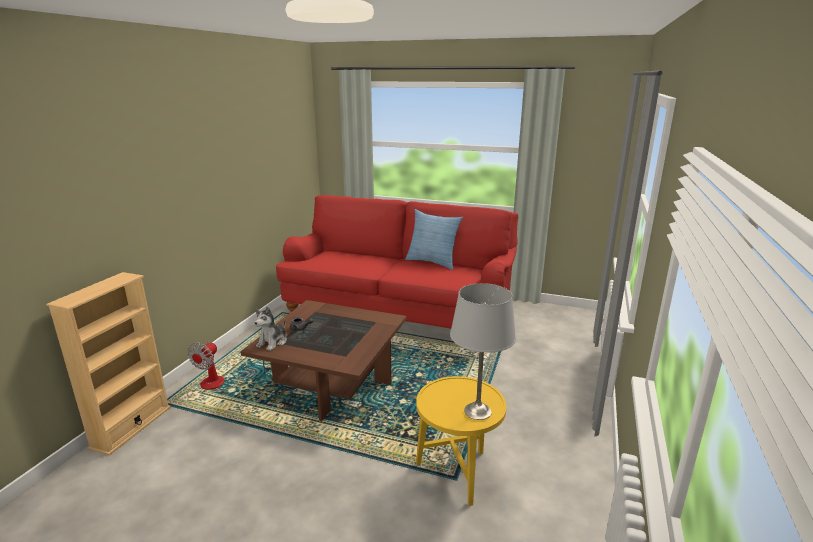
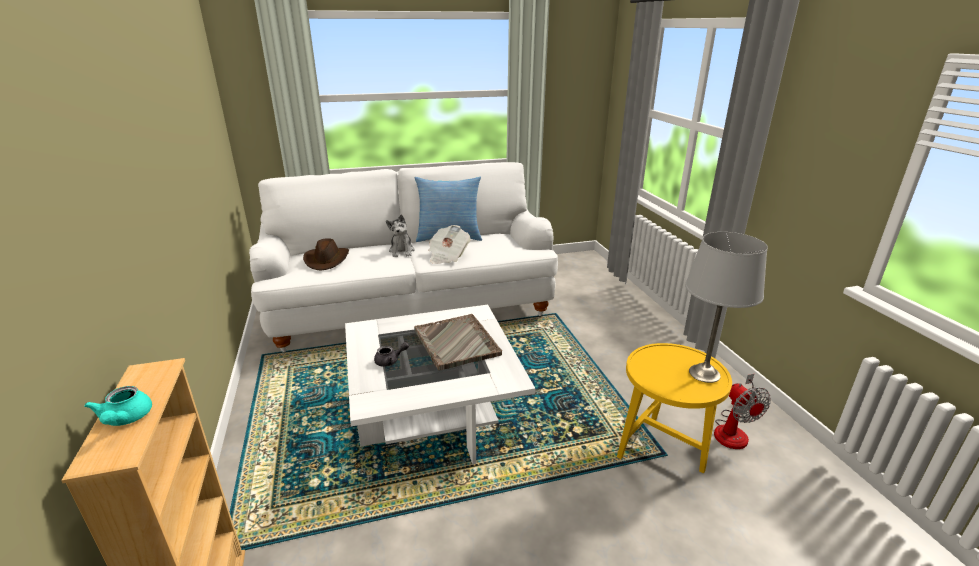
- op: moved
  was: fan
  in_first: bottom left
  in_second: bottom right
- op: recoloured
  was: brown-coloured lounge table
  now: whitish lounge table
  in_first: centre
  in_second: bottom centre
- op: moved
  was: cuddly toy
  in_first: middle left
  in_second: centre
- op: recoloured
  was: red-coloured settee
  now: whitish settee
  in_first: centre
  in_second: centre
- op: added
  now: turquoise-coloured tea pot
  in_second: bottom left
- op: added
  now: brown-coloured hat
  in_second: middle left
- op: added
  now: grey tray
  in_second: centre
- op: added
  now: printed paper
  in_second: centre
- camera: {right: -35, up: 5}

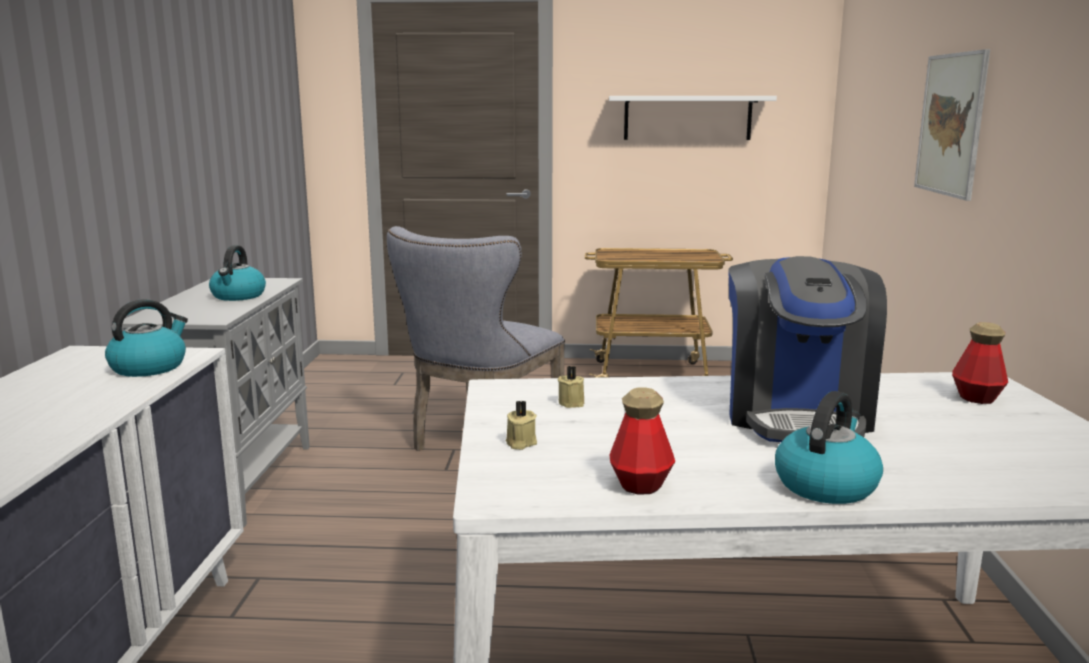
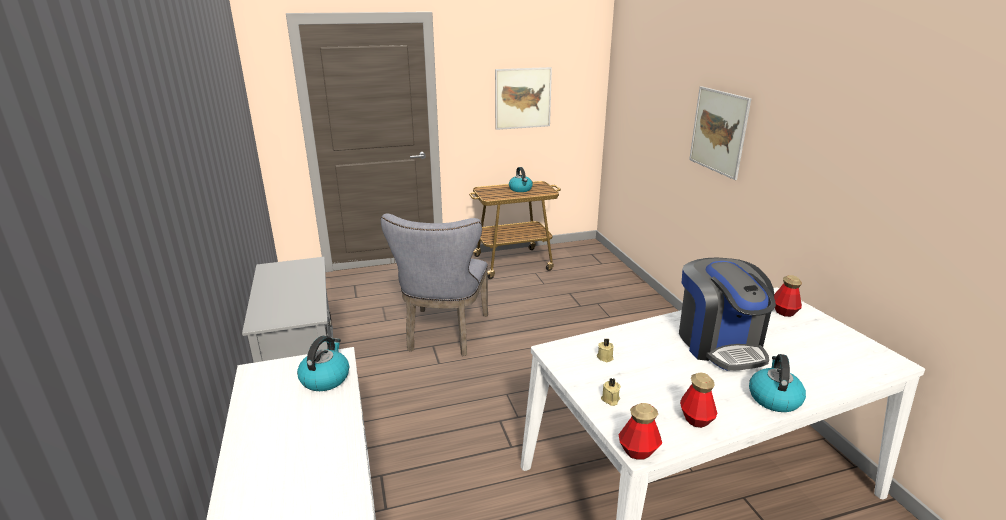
- op: moved
  was: kettle (2nd from left)
  in_first: middle left
  in_second: centre
- op: replaced
  was: whitish wall shelf
  now: wall picture (1st from left)
  in_first: top centre
  in_second: top centre
- op: added
  now: bottle (1st from left)
  in_second: bottom centre
- camera: {right: -20, up: 10}

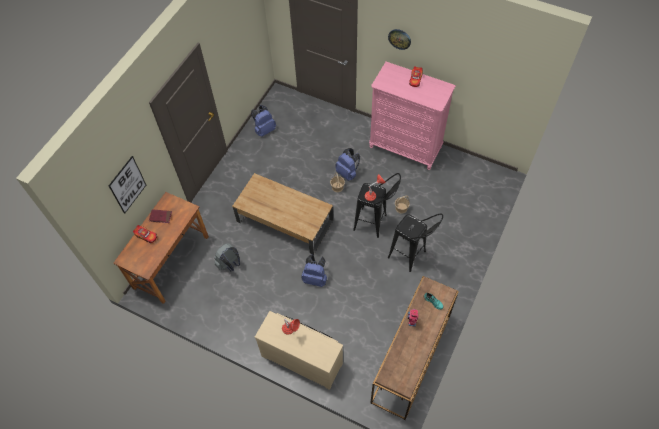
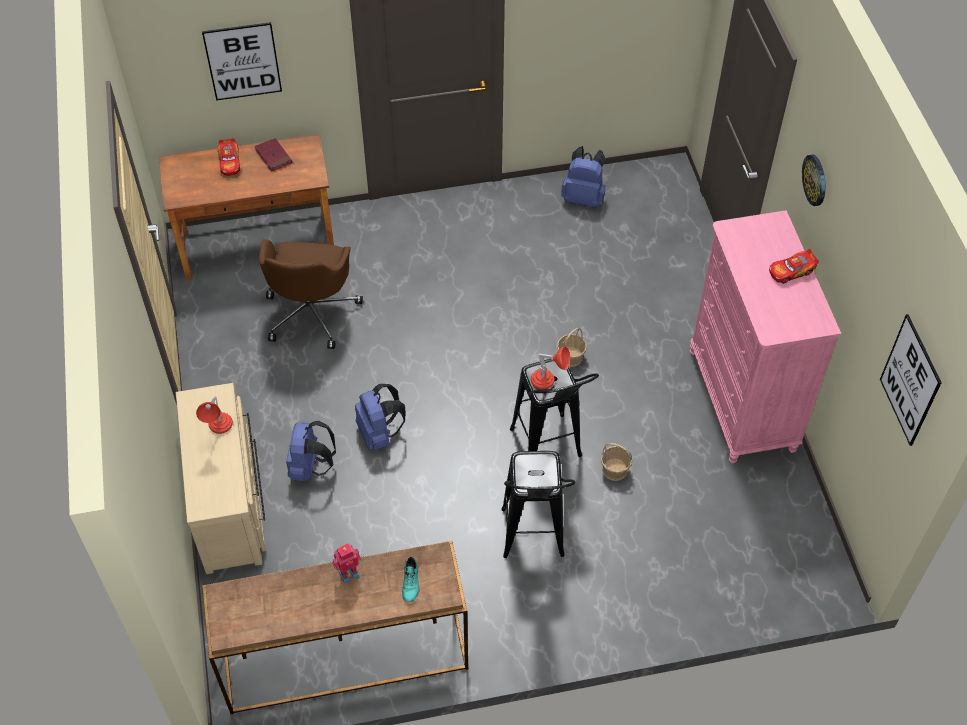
- op: replaced
  was: grey backpack
  now: brown-coloured office chair
  in_first: centre
  in_second: middle left
- op: removed
  was: brown-coloured lounge table
  in_first: centre
- op: moved
  was: blue-coloured backpack (3rd from left in the first image)
  now: blue-coloured backpack (1st from left)
  in_first: centre
  in_second: middle left
- op: added
  now: wall picture (2nd from left)
  in_second: middle right
- camera: {right: 50, up: -5}

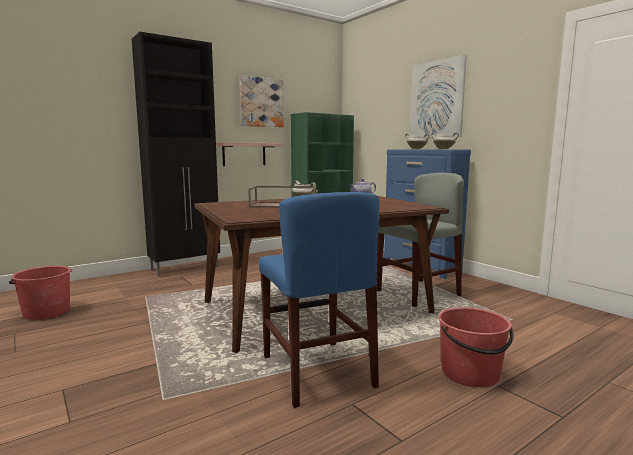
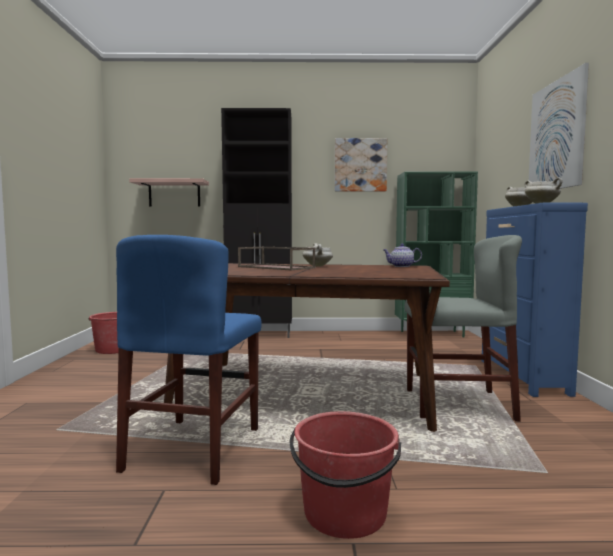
- op: moved
  was: wall shelf
  in_first: centre
  in_second: middle left
- camera: {right: 35, up: -5}

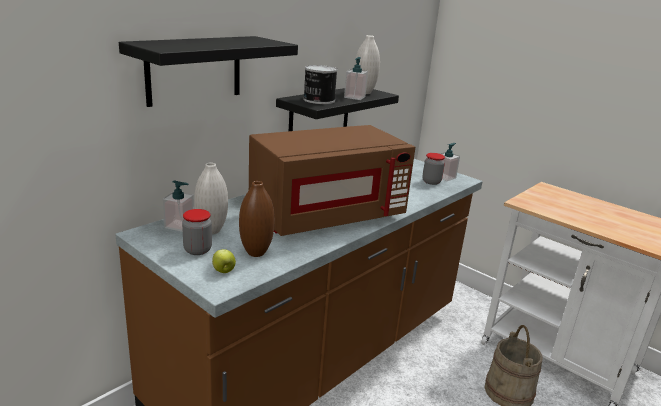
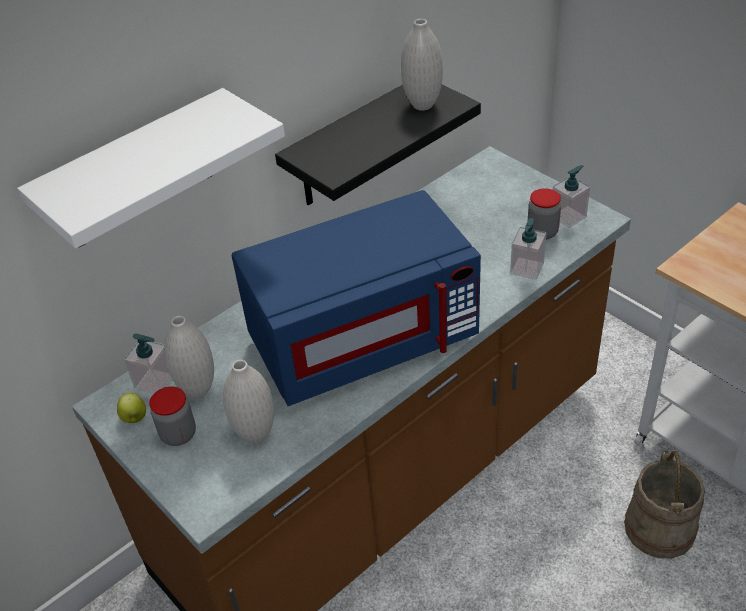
- op: recoloured
  was: blackish wall shelf (1st from left)
  now: whitish wall shelf
  in_first: top left
  in_second: top left
- op: moved
  was: apple fruit
  in_first: centre
  in_second: bottom left
- op: recoloured
  was: brown-coloured vase
  now: whitish vase (2nd from left)
  in_first: centre
  in_second: middle left
- op: recoloured
  was: brown-coloured microwave oven
  now: blue-coloured microwave oven
  in_first: centre
  in_second: centre
- op: removed
  was: can
  in_first: top centre
- op: moved
  was: liquid soap bottle (2nd from left)
  in_first: top centre
  in_second: middle right
- camera: {right: 10, up: 20}

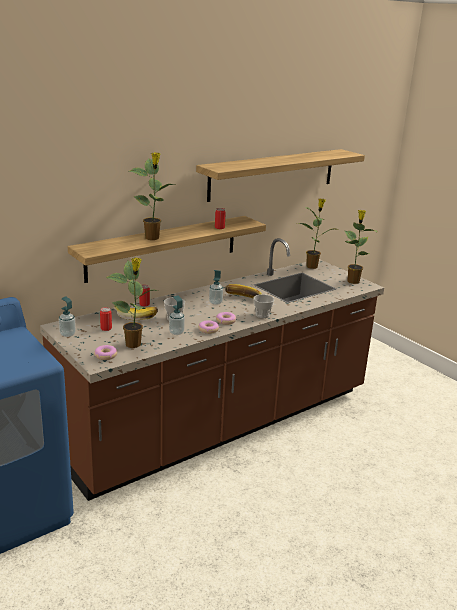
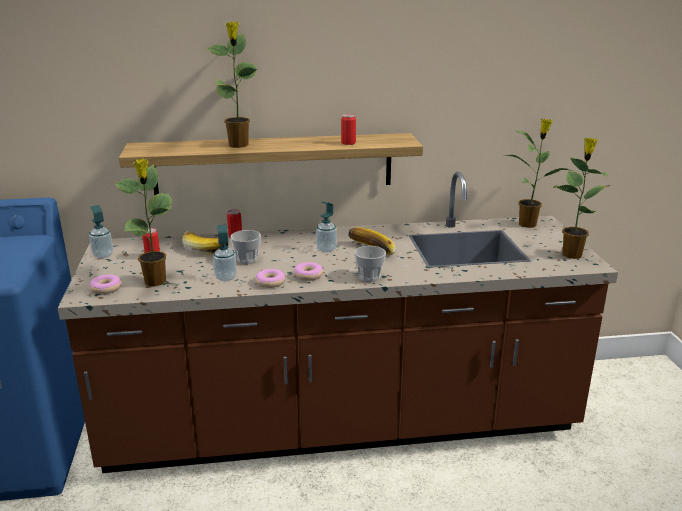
- op: removed
  was: wall shelf (2nd from left)
  in_first: top centre
- camera: {right: 30, up: 0}

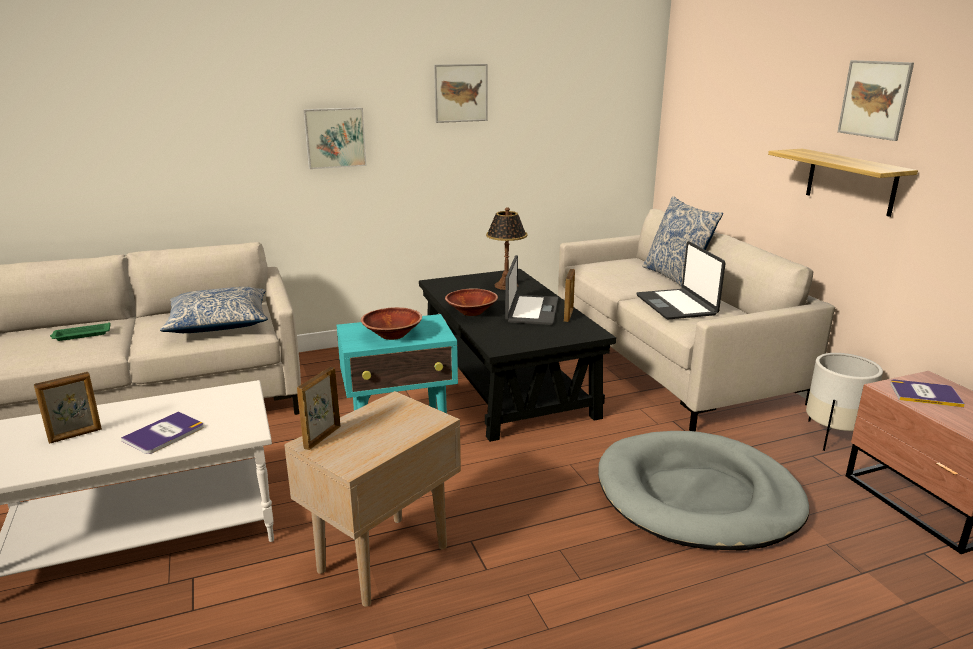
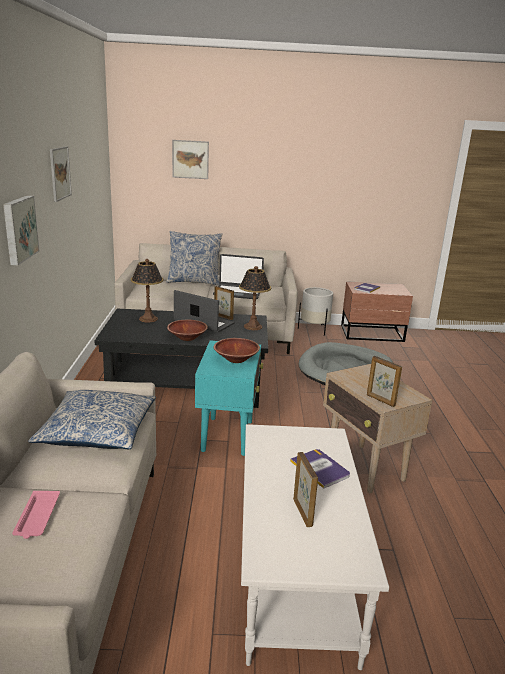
- op: recoloured
  was: green tray
  now: pinkish tray
  in_first: middle left
  in_second: bottom left
- op: removed
  was: wall shelf
  in_first: top right
- op: moved
  was: wall picture (3rd from left)
  in_first: top right
  in_second: top centre
- op: added
  now: lamp for a table (2nd from left)
  in_second: centre
- camera: {right: -70, up: 0}

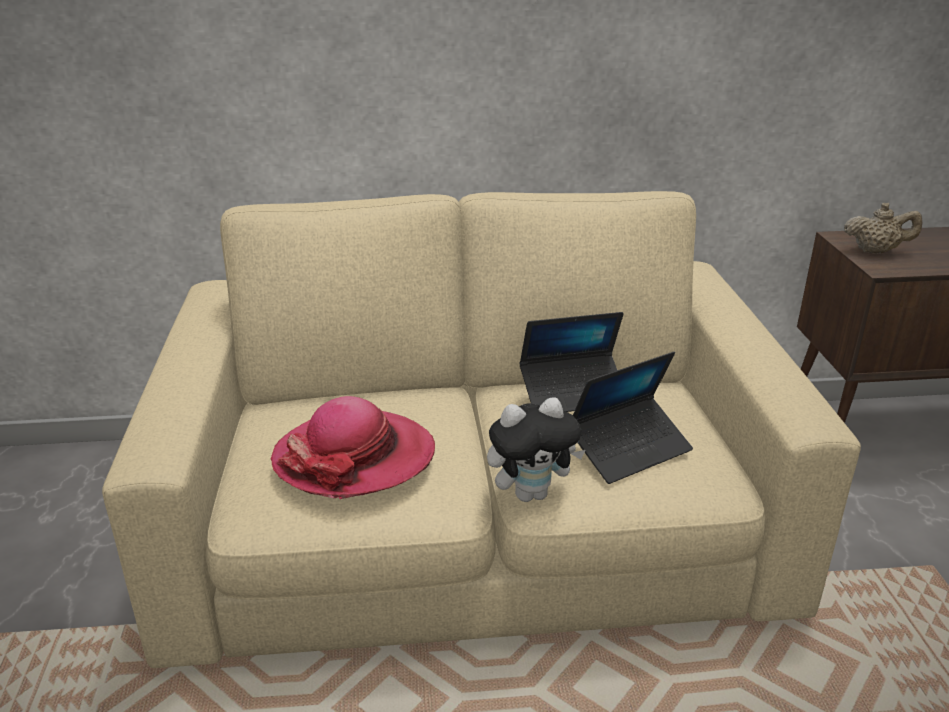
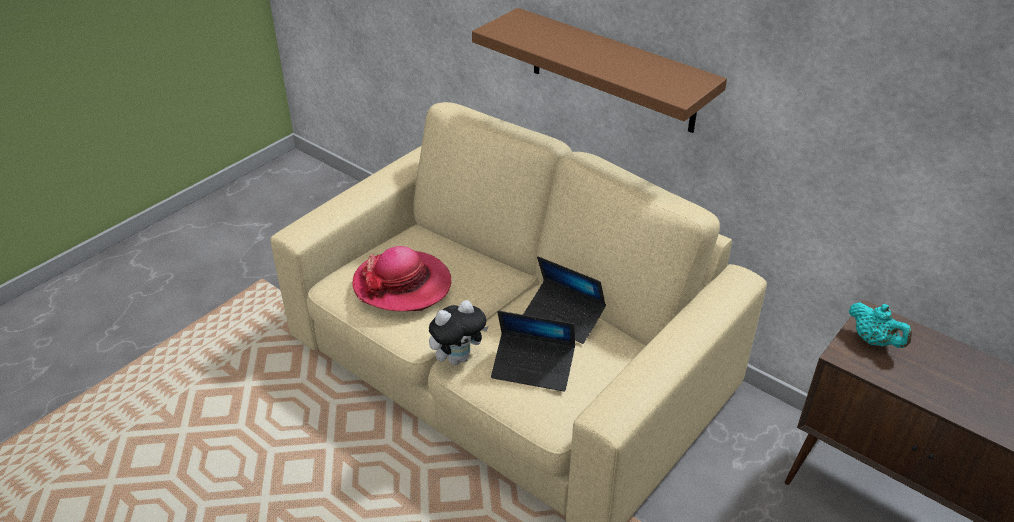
- op: turned
  was: cuddly toy
  in_first: centre
  in_second: centre
  clockwise: -60
- op: recoloured
  was: sand-coloured tea pot
  now: turquoise-coloured tea pot
  in_first: top right
  in_second: middle right
- op: added
  now: brown-coloured wall shelf
  in_second: top centre
- camera: {right: 45, up: 10}

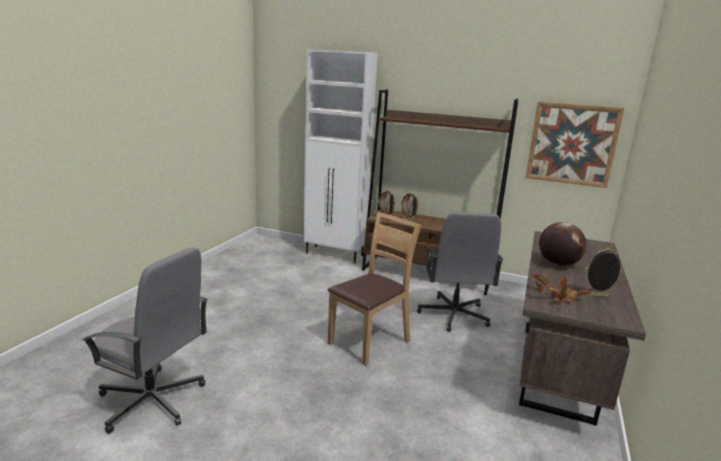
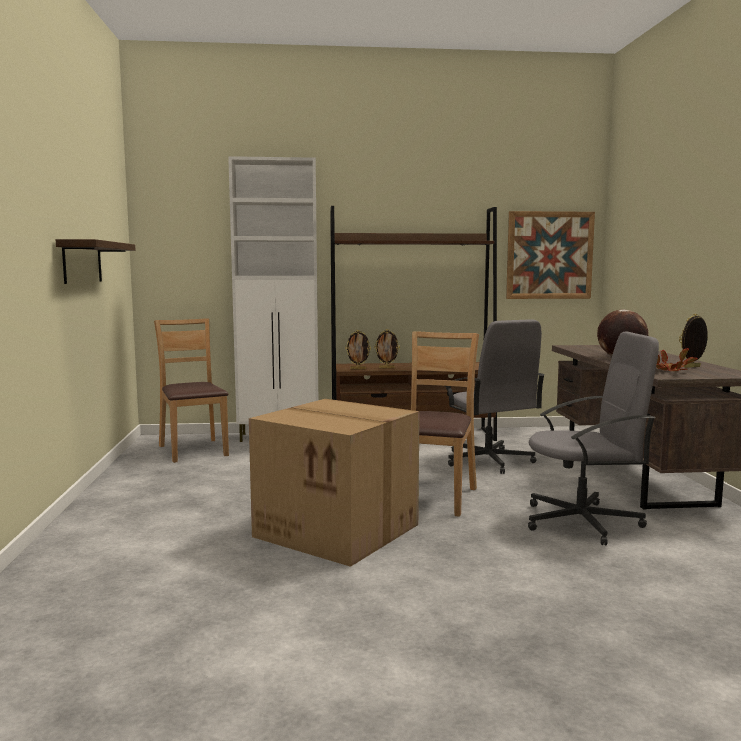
- op: moved
  was: grey office chair (1st from left in the first image)
  now: grey office chair (2nd from left)
  in_first: bottom left
  in_second: middle right
- op: added
  now: wall shelf
  in_second: middle left
- op: added
  now: brown-coloured chair (1st from left)
  in_second: middle left
- op: added
  now: packing box
  in_second: centre
- camera: {right: -25, up: -10}

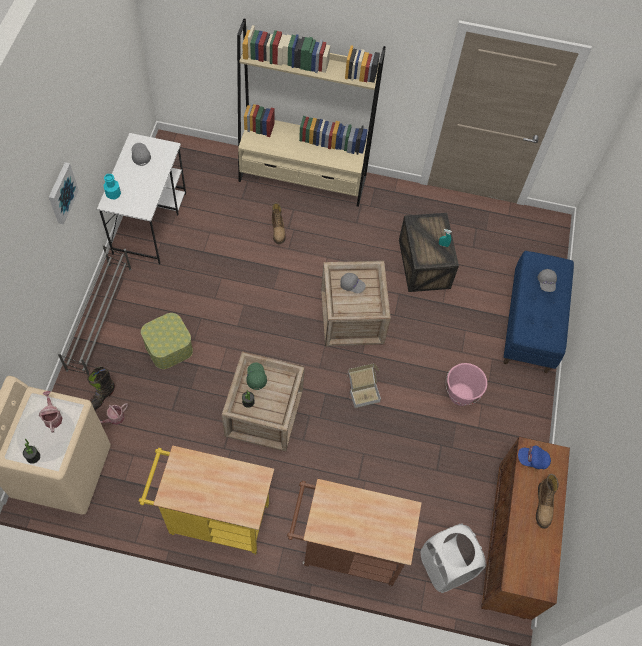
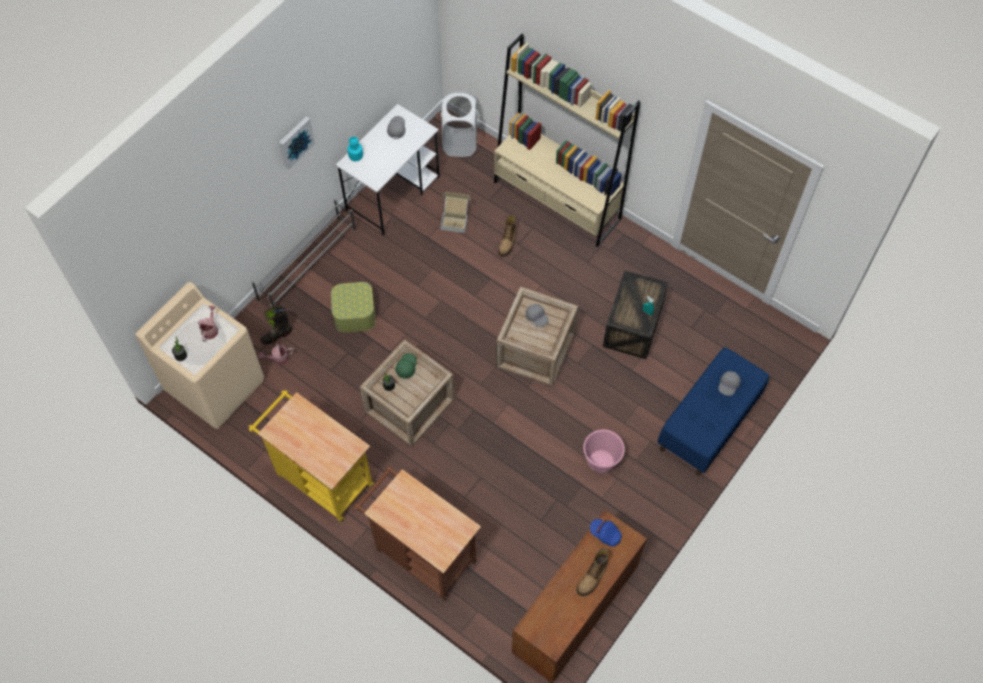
- op: moved
  was: packing box
  in_first: centre
  in_second: top centre
- op: moved
  was: whitish washing basket
  in_first: bottom right
  in_second: top centre
- camera: {right: 30, up: 0}

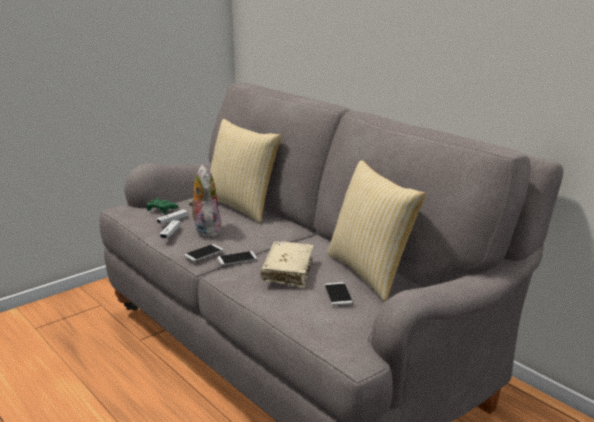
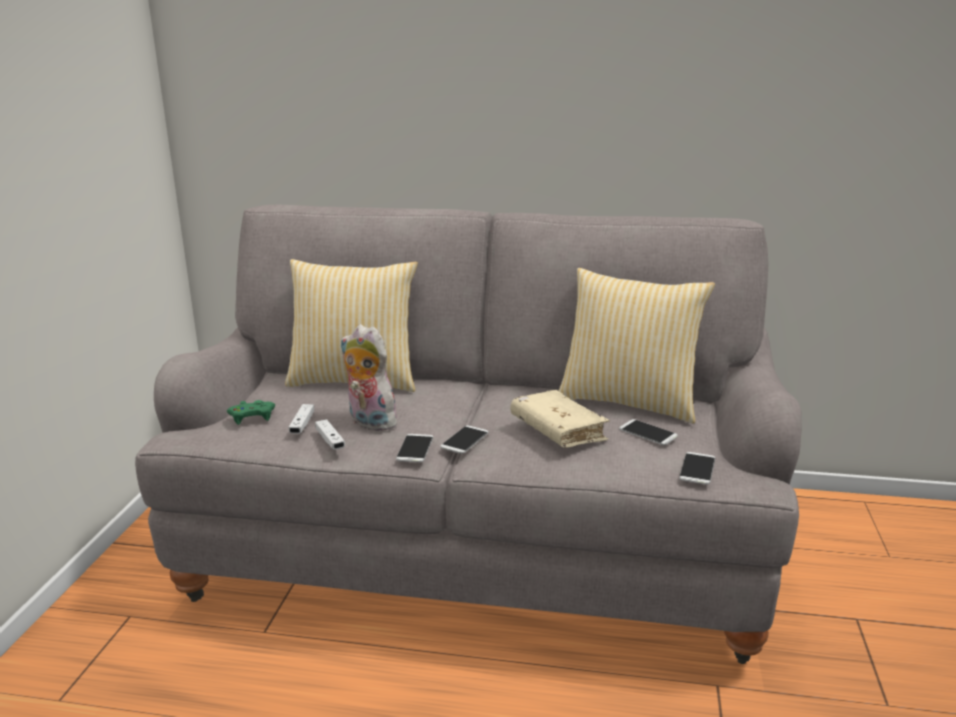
- op: added
  now: handset (4th from left)
  in_second: middle right
- camera: {right: -40, up: 0}

